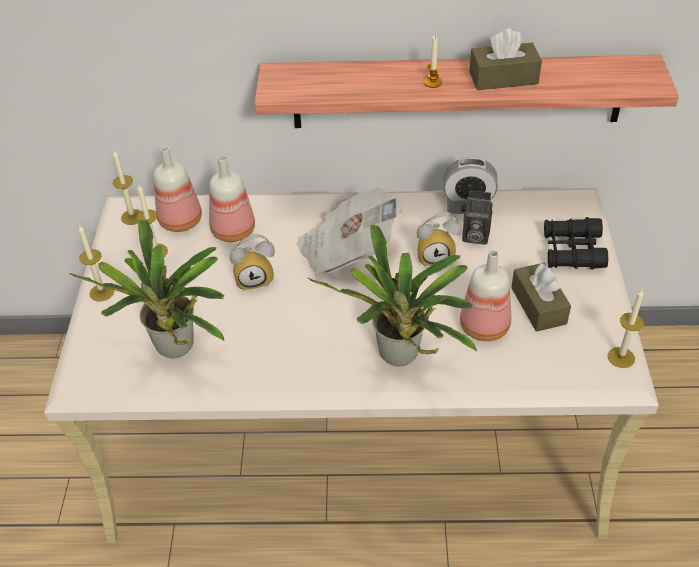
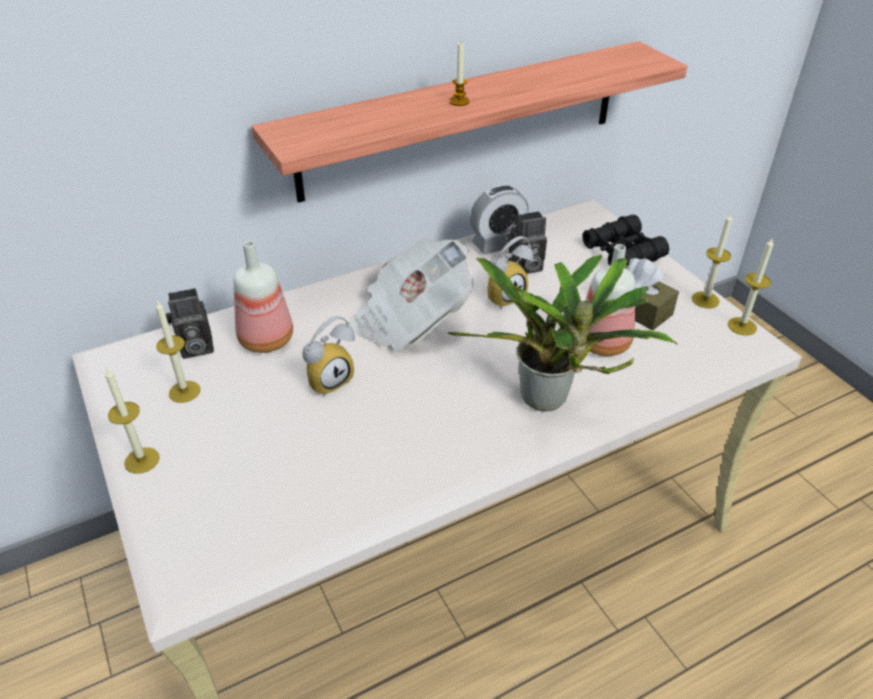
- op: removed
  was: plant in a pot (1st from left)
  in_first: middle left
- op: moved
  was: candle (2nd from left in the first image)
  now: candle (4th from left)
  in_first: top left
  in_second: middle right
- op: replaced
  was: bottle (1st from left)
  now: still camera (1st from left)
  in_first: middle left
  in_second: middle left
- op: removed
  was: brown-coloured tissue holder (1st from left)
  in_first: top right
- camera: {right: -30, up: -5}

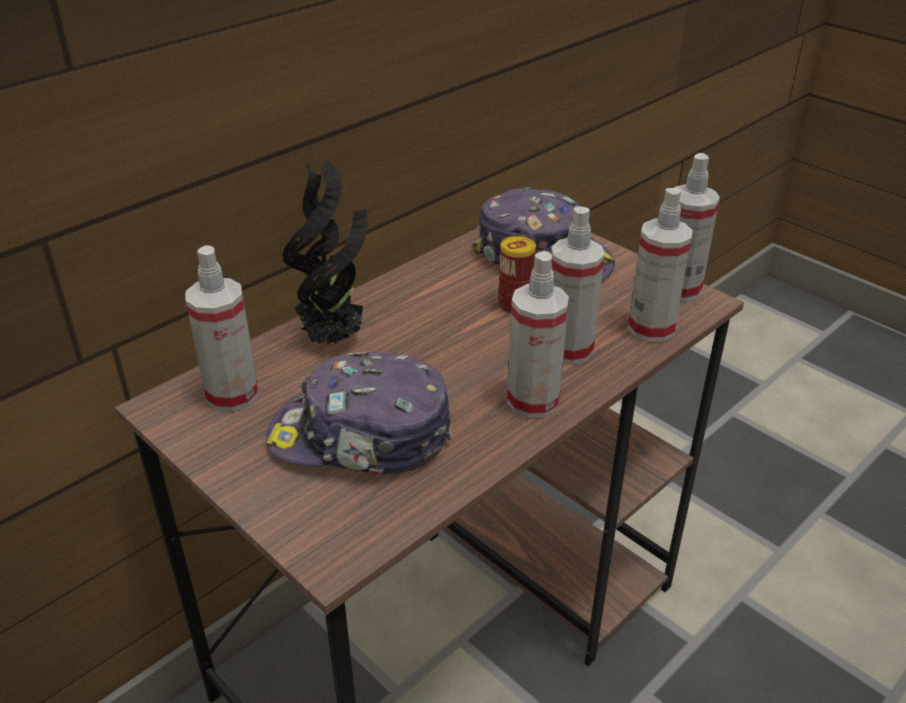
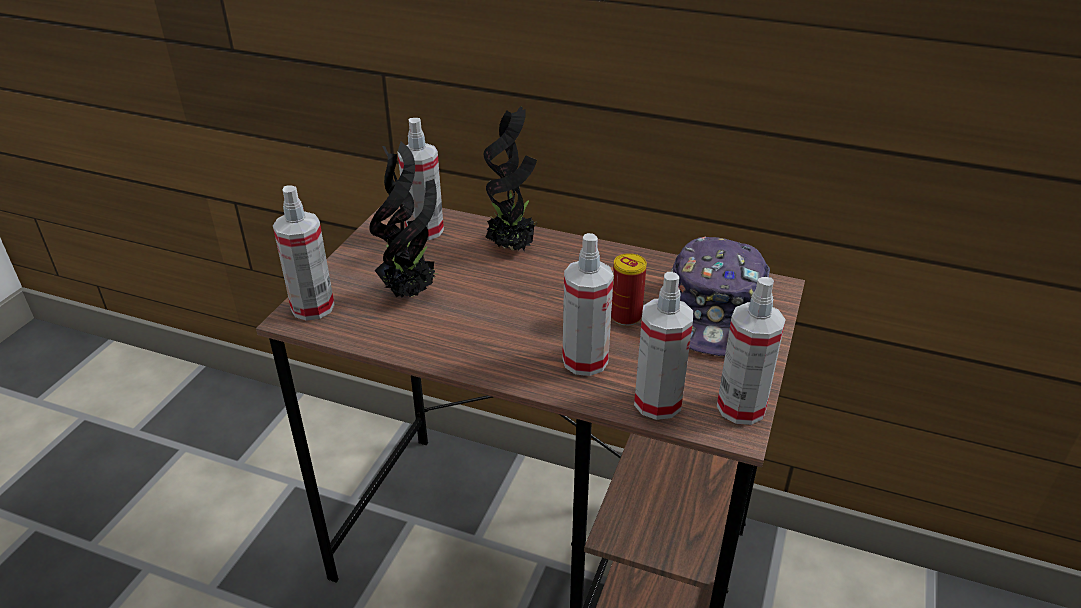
- op: replaced
  was: peaked cap (1st from left)
  now: plant in a pot (1st from left)
  in_first: centre
  in_second: centre
- op: moved
  was: hand sprayer (2nd from left in the first image)
  now: hand sprayer (1st from left)
  in_first: centre
  in_second: middle left
- camera: {right: 65, up: 0}

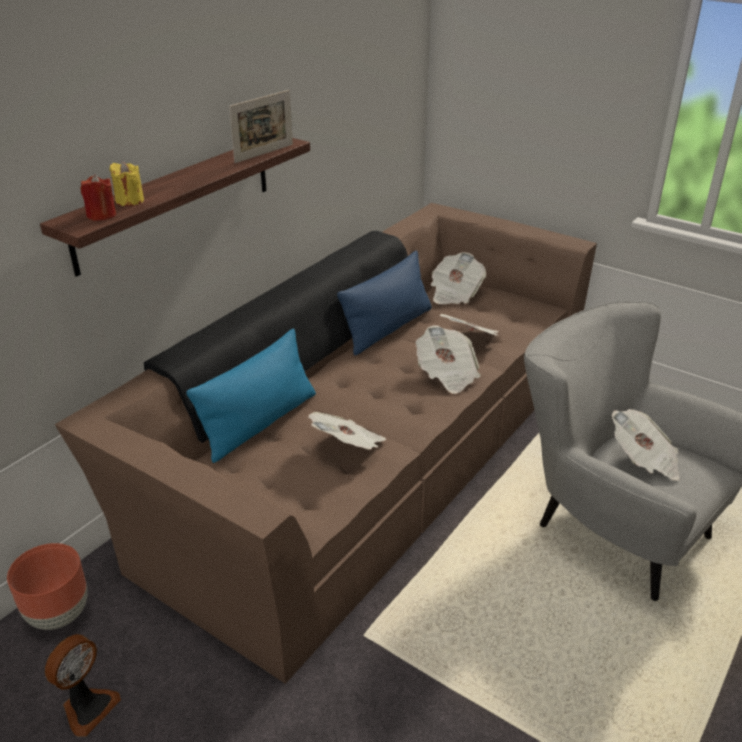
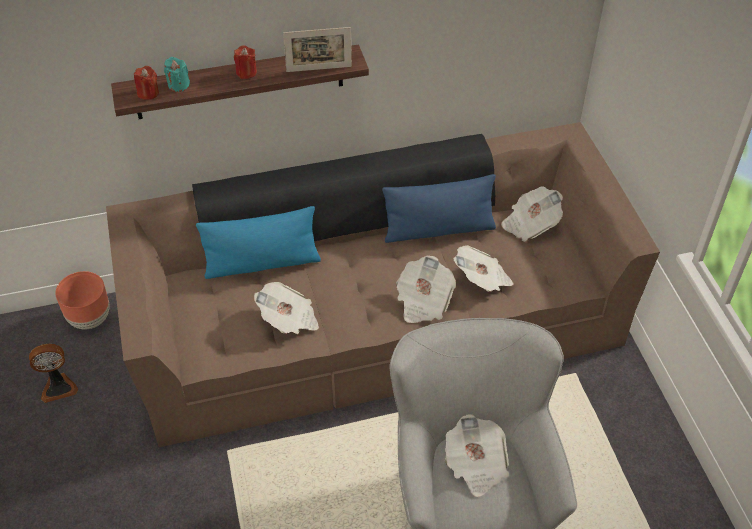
- op: recoloured
  was: yellow-coloured candle
  now: turquoise-coloured candle
  in_first: top left
  in_second: top left
- op: added
  now: red-coloured candle (2nd from left)
  in_second: top left
- camera: {right: 40, up: 15}

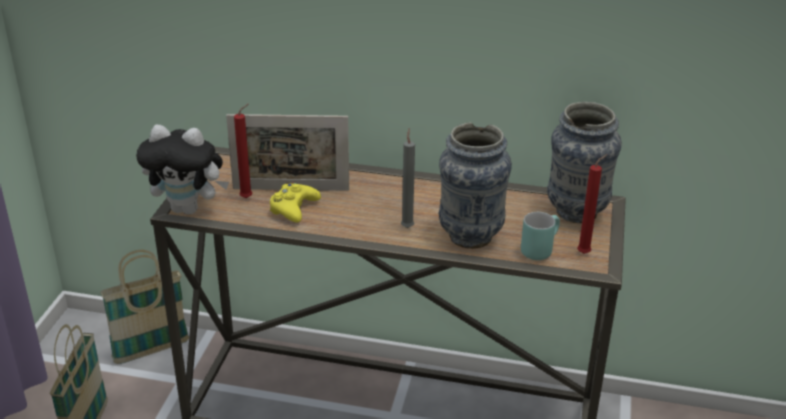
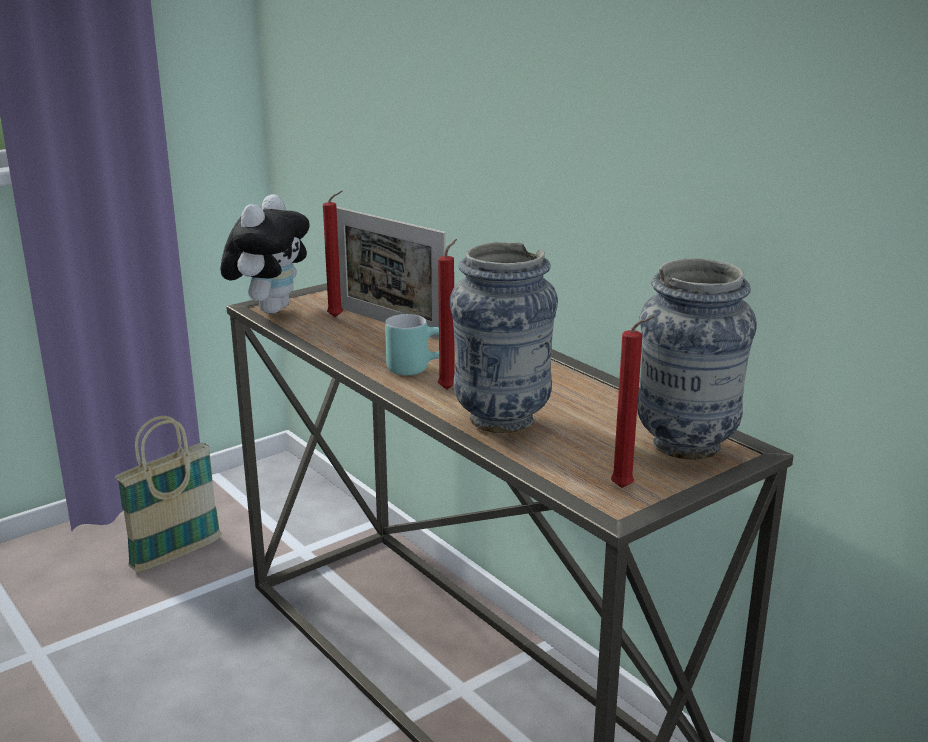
- op: removed
  was: basket (2nd from left)
  in_first: bottom left
- op: turned
  was: cuddly toy
  in_first: middle left
  in_second: middle left
  clockwise: -120
- op: removed
  was: yellow-coloured game controller
  in_first: centre
- op: recoloured
  was: grey candle
  now: red-coloured candle (2nd from left)
  in_first: centre
  in_second: centre
- op: moved
  was: turquoise-coloured mug
  in_first: middle right
  in_second: centre
- camera: {right: 40, up: -10}

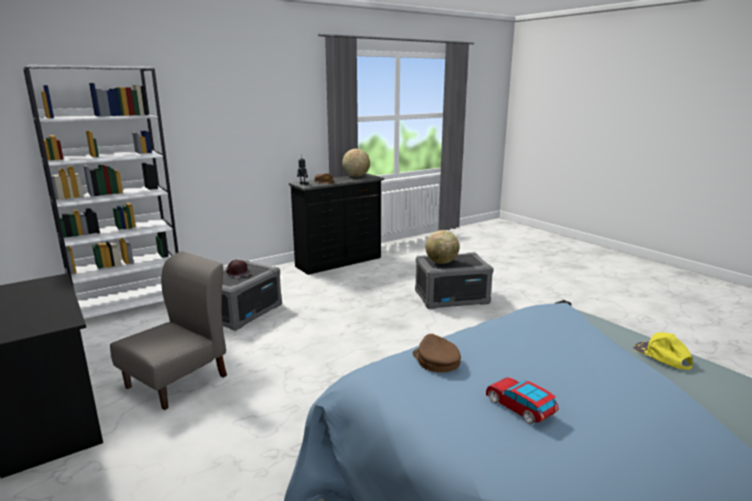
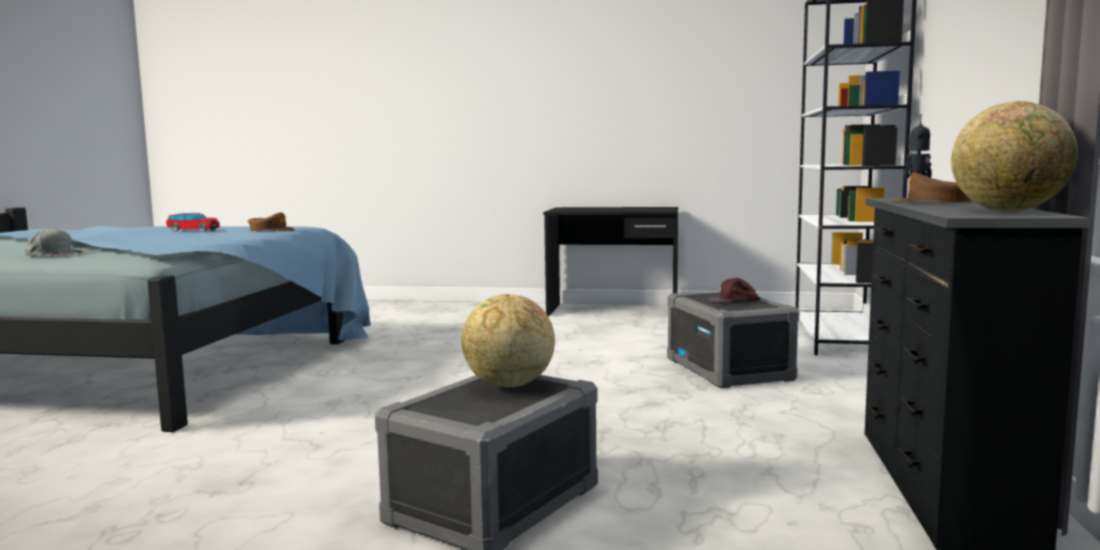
- op: removed
  was: grey chair
  in_first: middle left
- op: recoloured
  was: yellow-coloured peaked cap
  now: grey peaked cap
  in_first: bottom right
  in_second: middle left
- camera: {right: 135, up: -10}

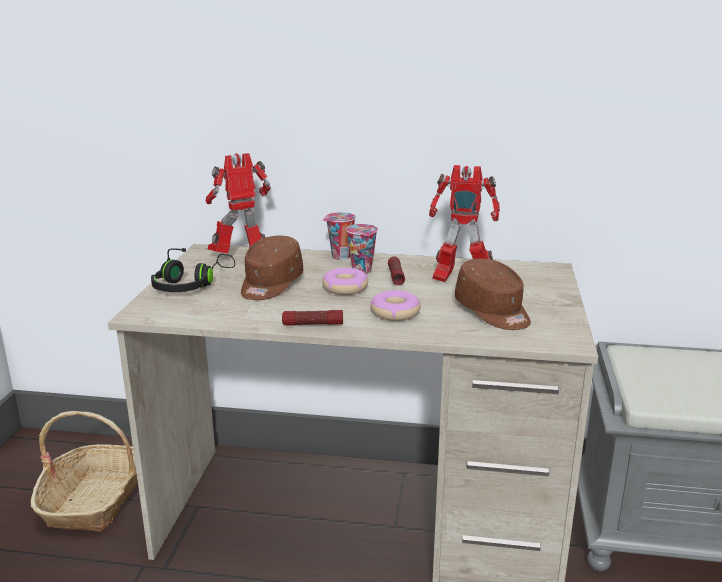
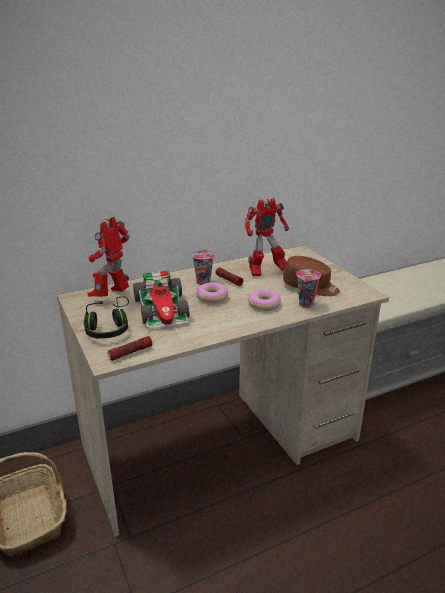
- op: replaced
  was: brown-coloured peaked cap (1st from left)
  now: model car
  in_first: centre
  in_second: centre
- op: moved
  was: flashlight (1st from left)
  in_first: centre
  in_second: middle left
- op: moved
  was: cup (1st from left in the first image)
  now: cup (2nd from left)
  in_first: centre
  in_second: middle right
- camera: {right: -35, up: 5}

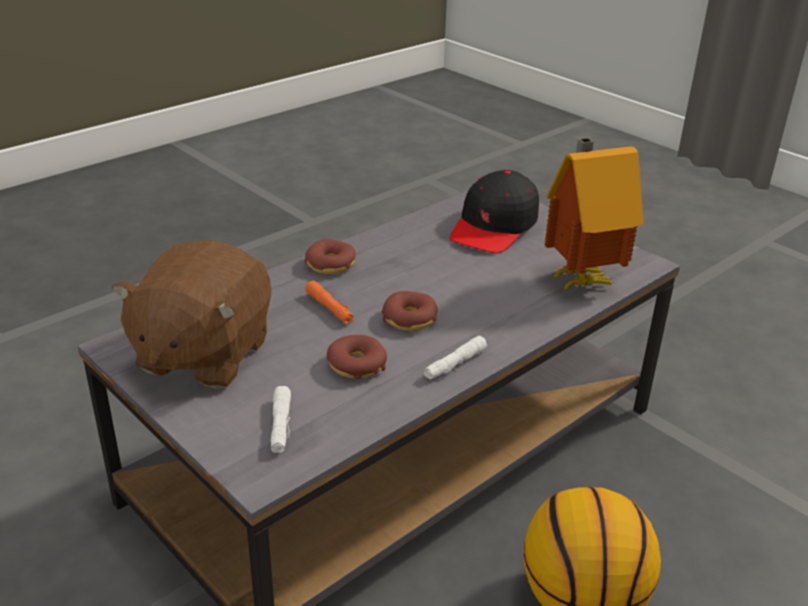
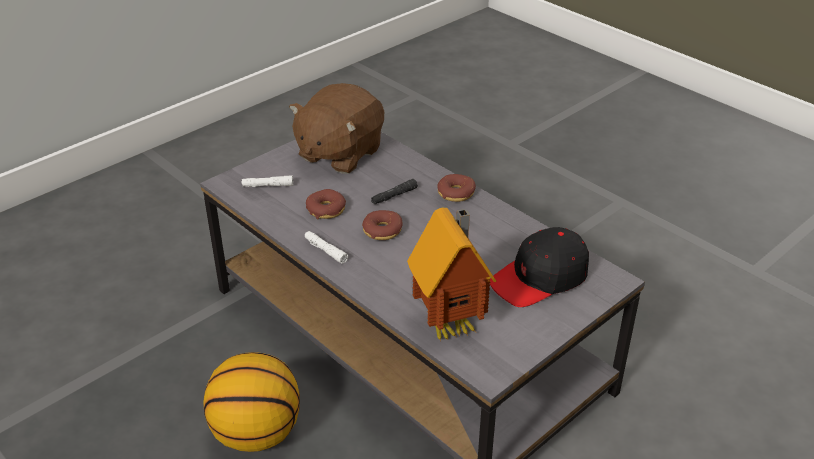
- op: turned
  was: brown-coloured cuddly toy
  in_first: middle left
  in_second: top centre
  clockwise: -75
- op: recoloured
  was: orange flashlight
  now: blackish flashlight
  in_first: centre
  in_second: centre
- op: turned
  was: blackish peaked cap
  in_first: centre
  in_second: centre
  clockwise: -60
- camera: {right: 90, up: 5}

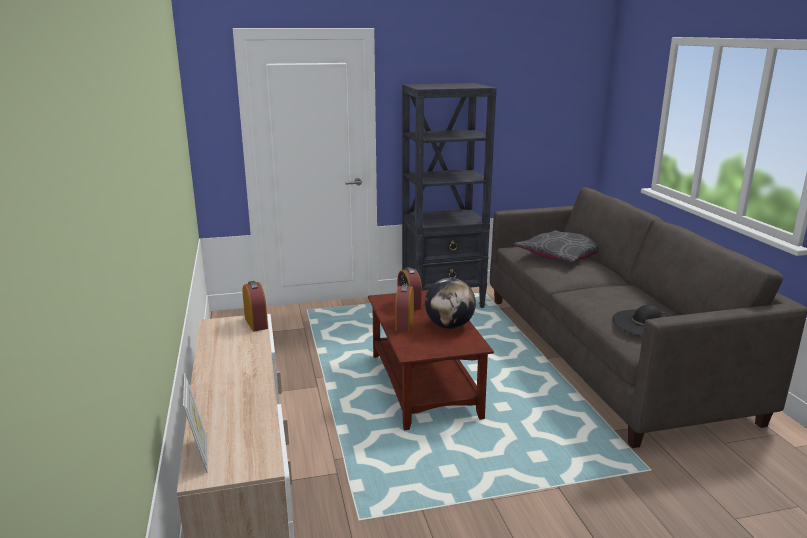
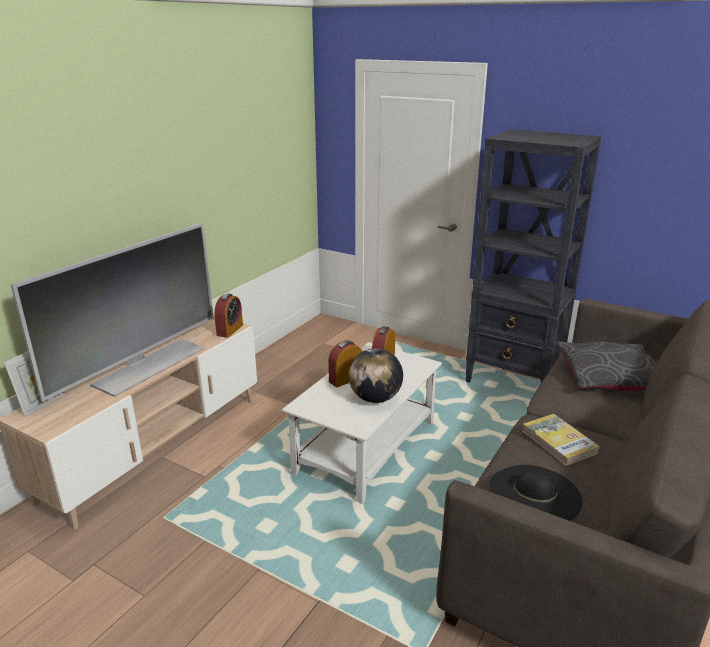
- op: recoloured
  was: brown-coloured lounge table
  now: whitish lounge table
  in_first: bottom centre
  in_second: centre
- op: added
  now: television
  in_second: middle left
- op: added
  now: book
  in_second: bottom right
- camera: {right: 45, up: 5}

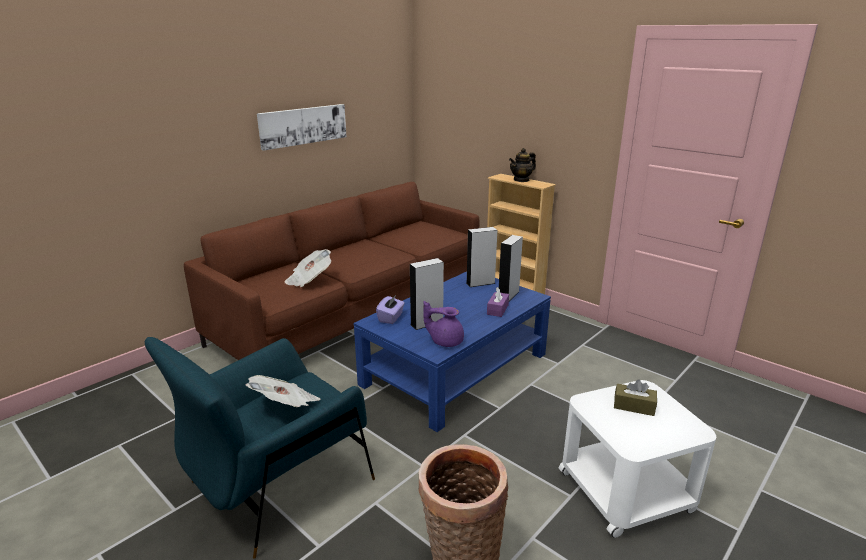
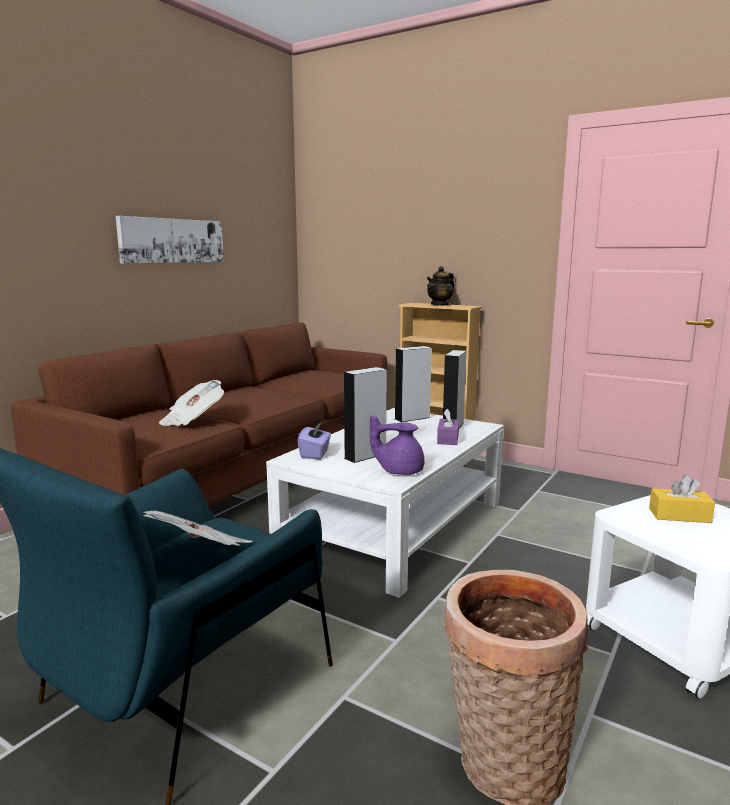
- op: recoloured
  was: blue-coloured lounge table
  now: whitish lounge table
  in_first: centre
  in_second: centre
- op: recoloured
  was: brown-coloured tissue holder
  now: yellow-coloured tissue holder
  in_first: bottom right
  in_second: middle right
- camera: {right: -10, up: -10}

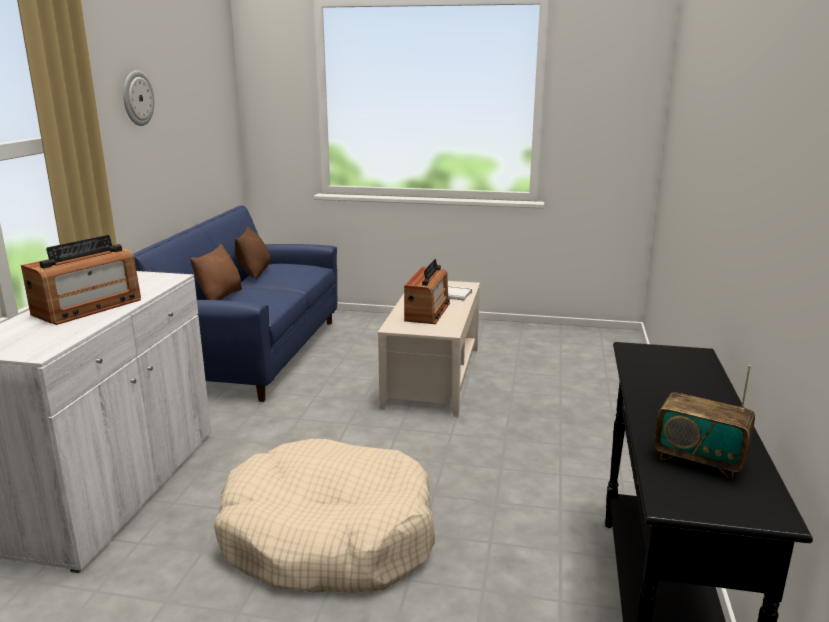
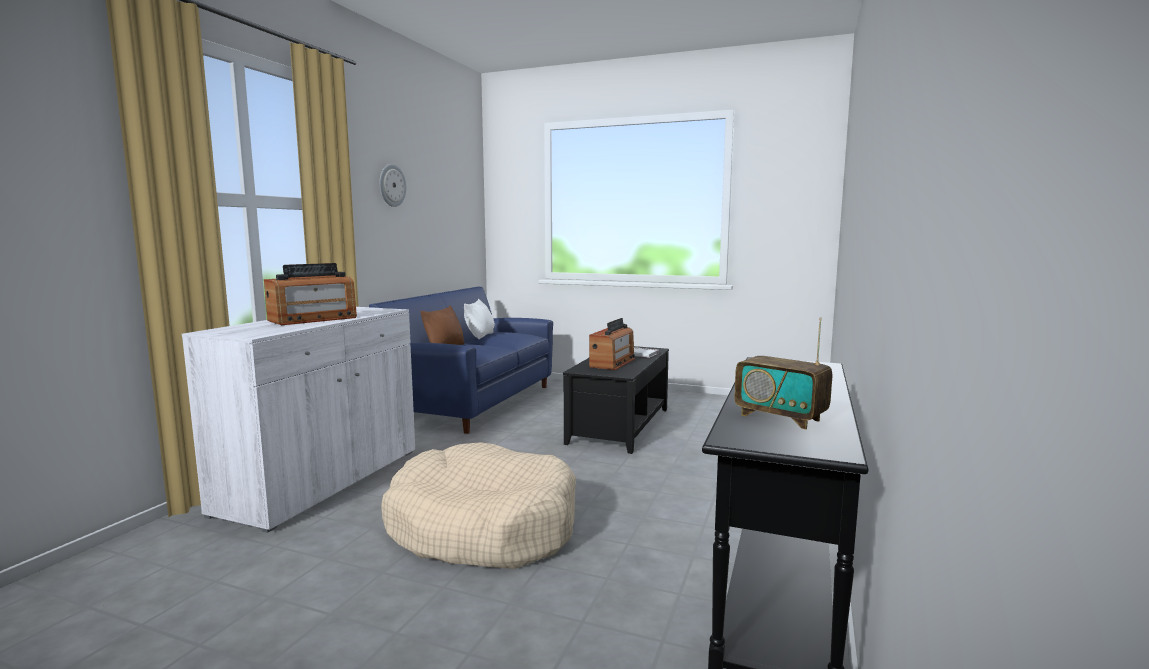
- op: recoloured
  was: brown-coloured cushion (2nd from left)
  now: whitish cushion
  in_first: middle left
  in_second: centre
- op: recoloured
  was: sand-coloured lounge table
  now: blackish lounge table
  in_first: centre
  in_second: centre
- camera: {right: 10, up: -10}

